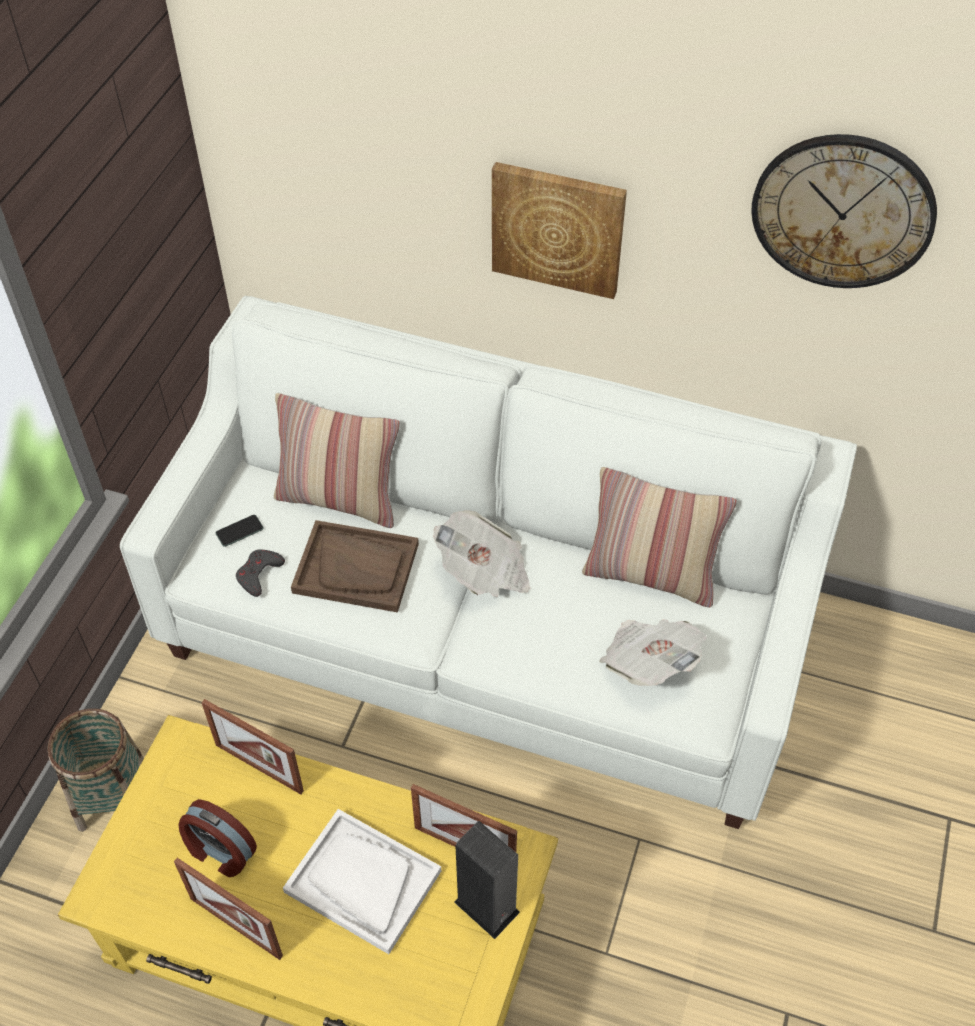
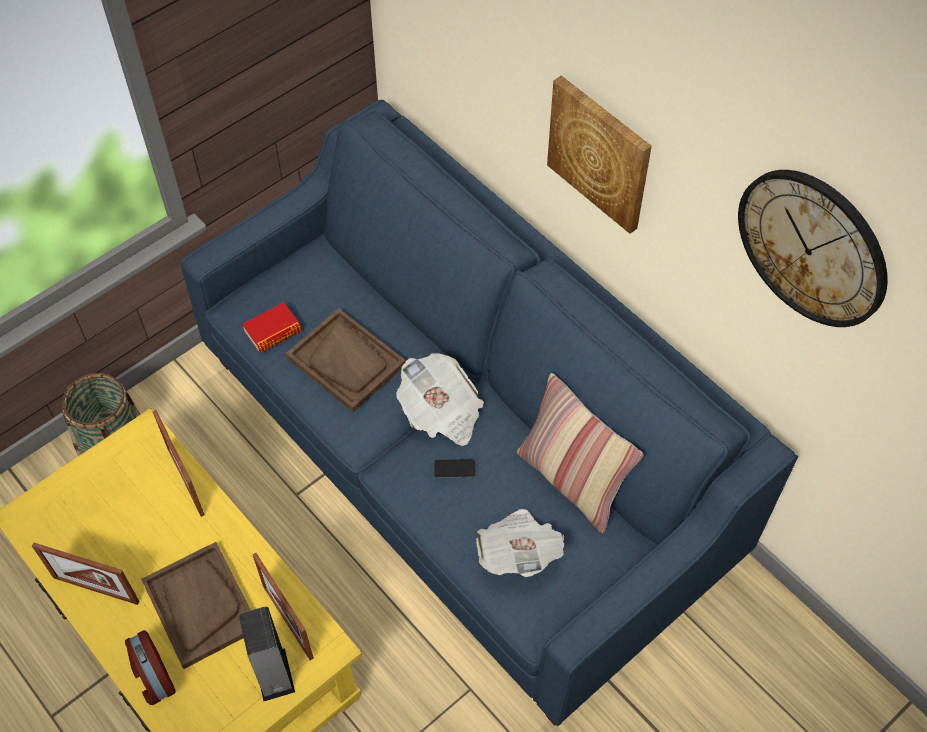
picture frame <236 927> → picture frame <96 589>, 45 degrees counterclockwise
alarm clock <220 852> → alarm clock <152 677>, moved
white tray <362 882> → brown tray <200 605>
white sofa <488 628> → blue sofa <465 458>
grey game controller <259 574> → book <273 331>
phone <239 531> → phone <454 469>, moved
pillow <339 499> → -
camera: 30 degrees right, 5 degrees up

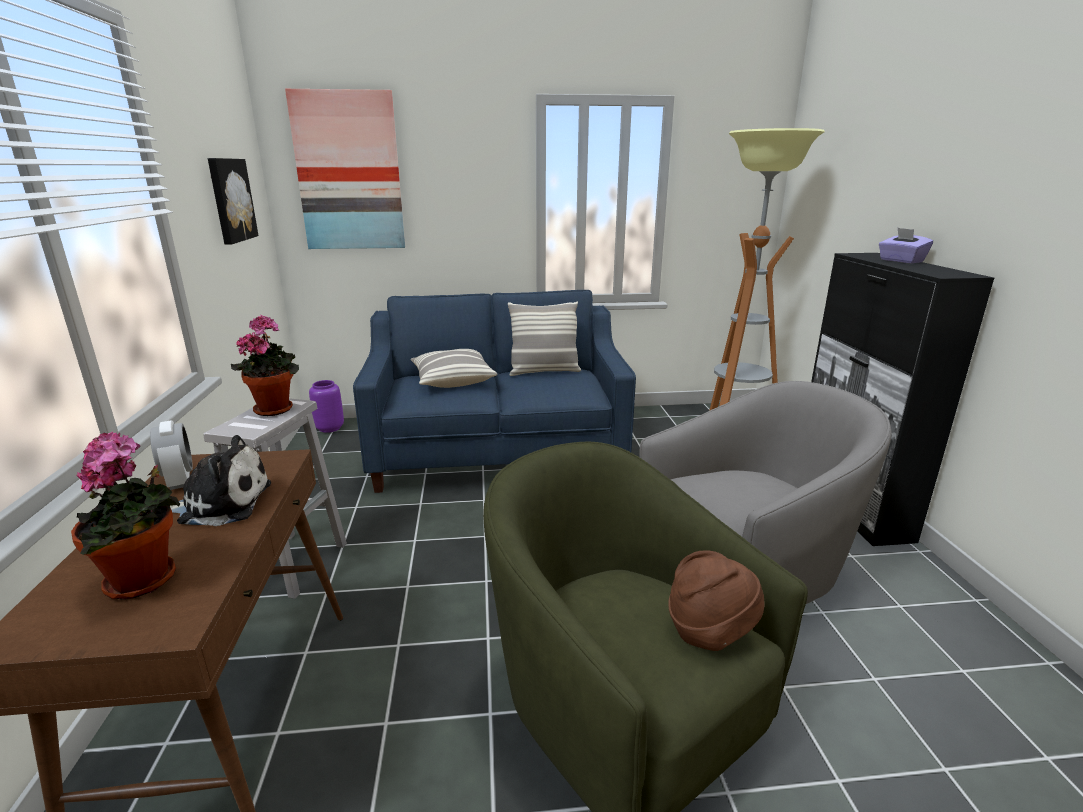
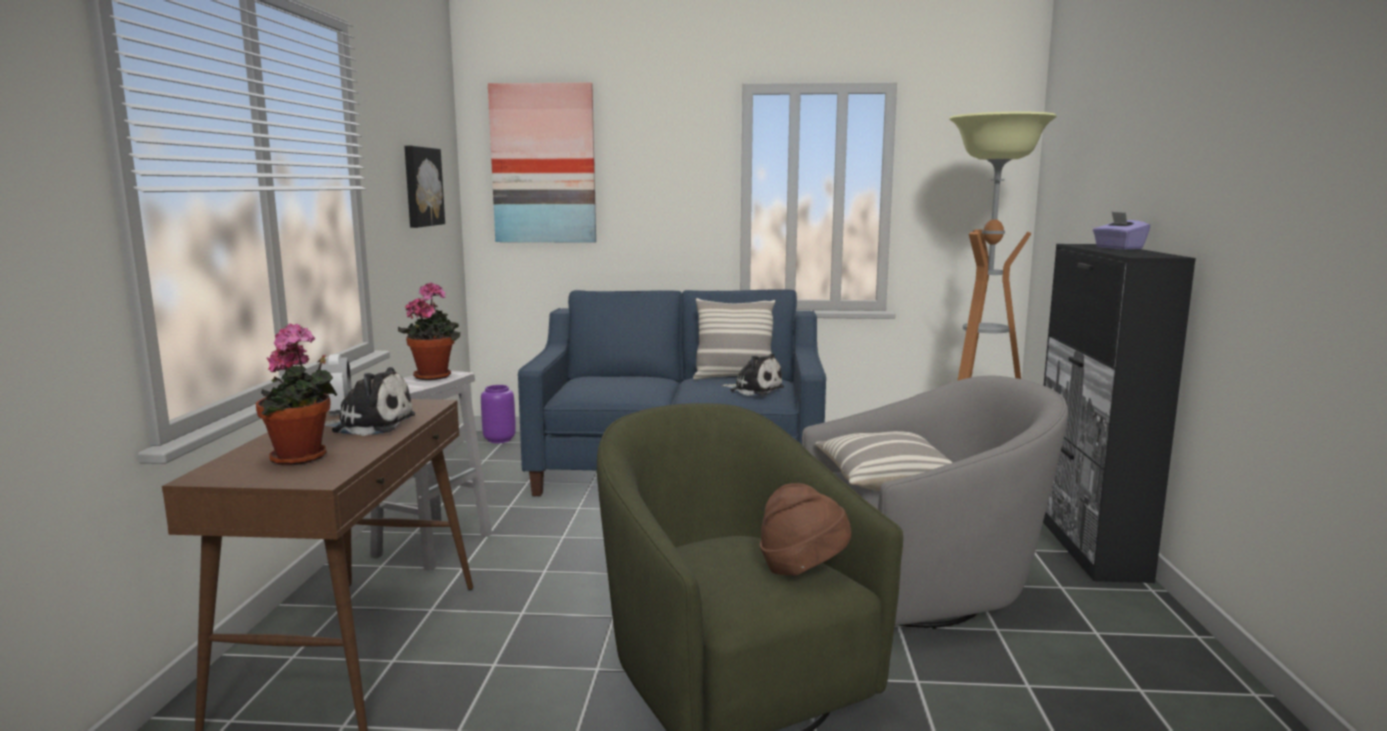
- → plush toy <754 390>
pillow <452 380> → pillow <885 480>, moved
camera: 10 degrees right, 10 degrees down

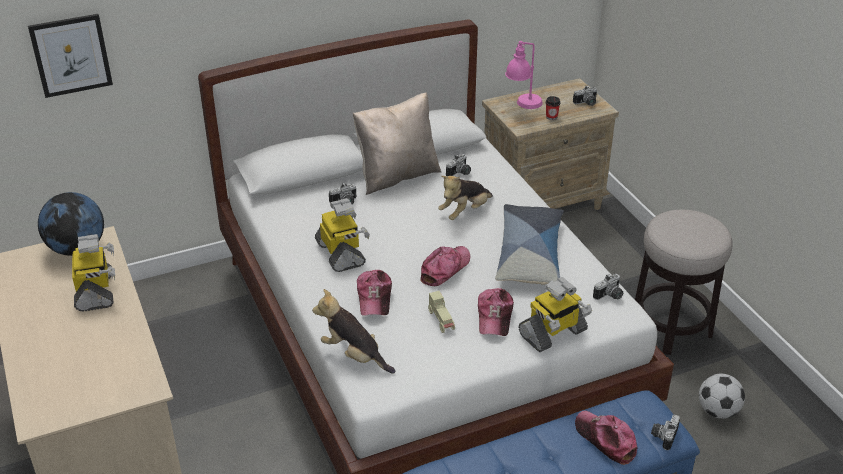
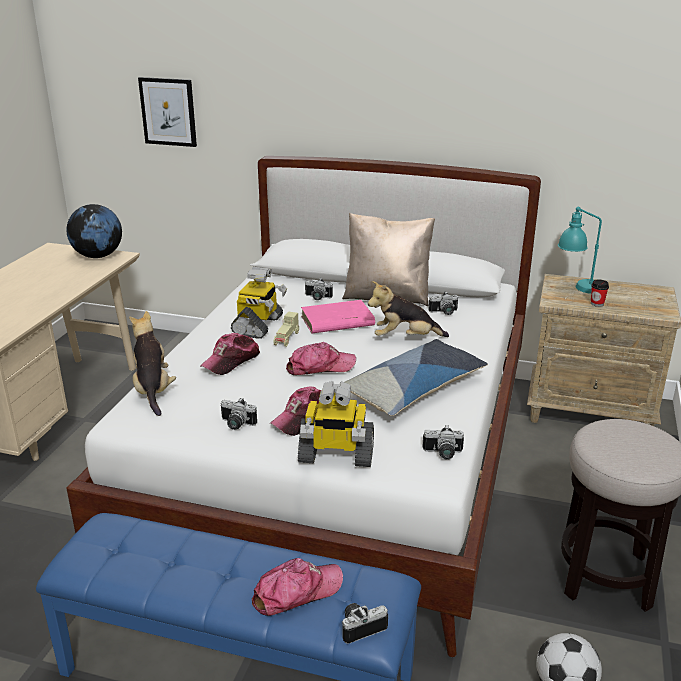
photo camera <586 103> → photo camera <236 424>, moved
cap <605 440> → cap <296 592>, 60 degrees clockwise
beige toy car <441 320> → beige toy car <287 339>, moved
- → pink book <336 321>
pink table lamp <523 107> → turquoise table lamp <578 289>
toy robot <96 292> → -
camera: 40 degrees right, 10 degrees down

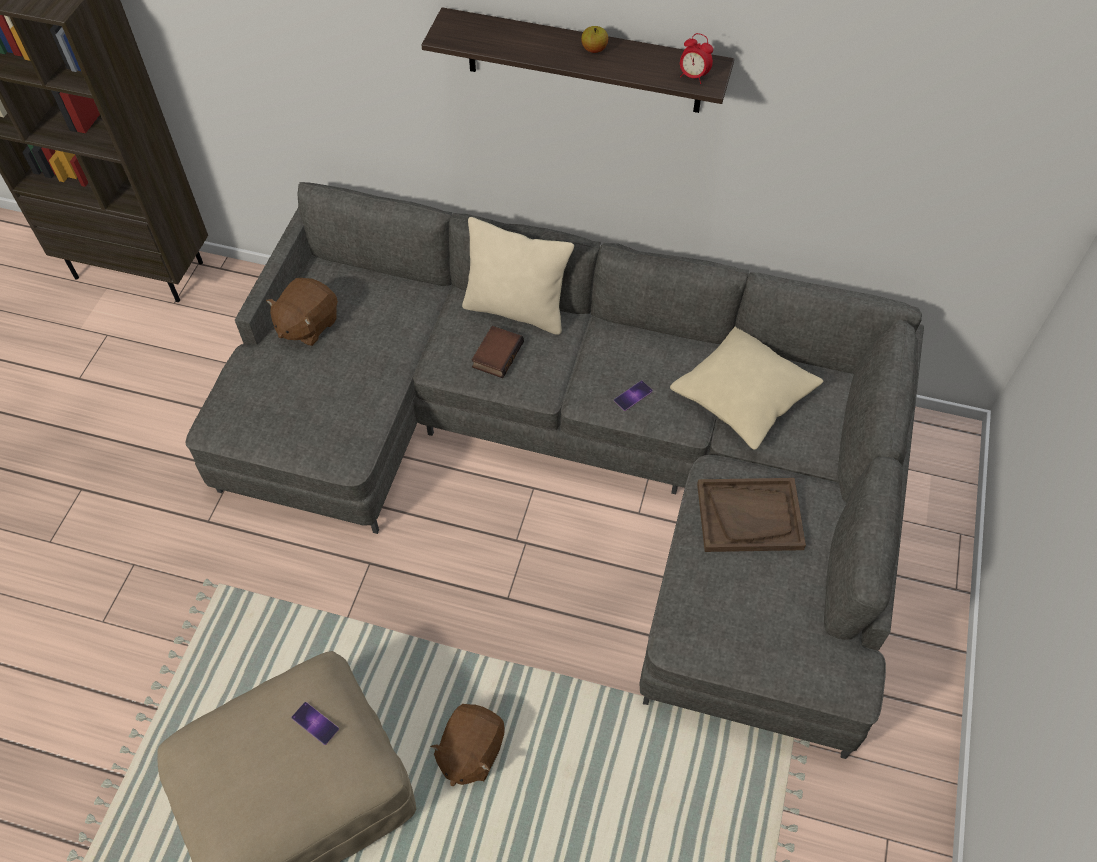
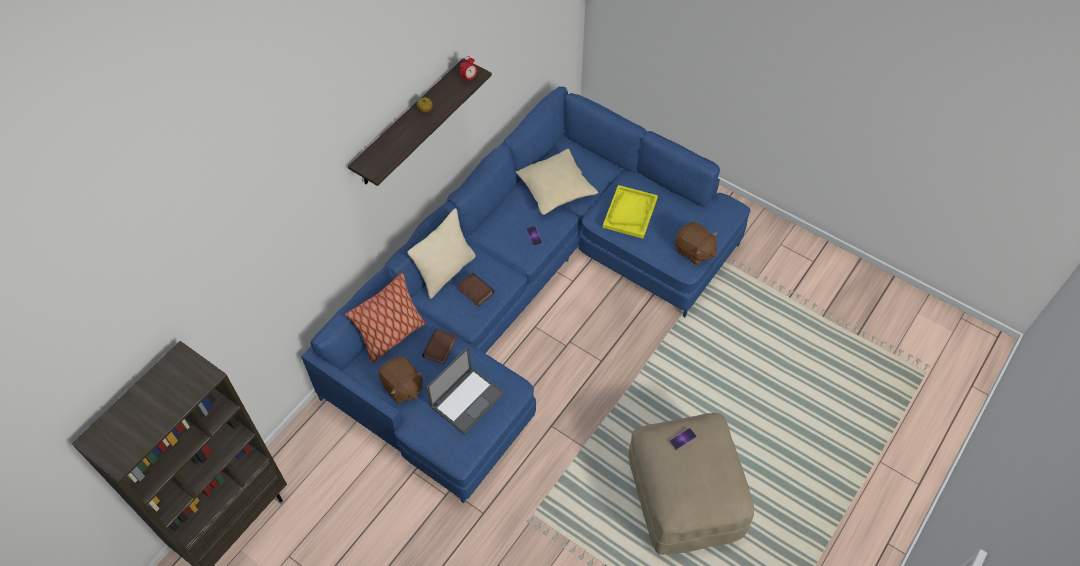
grey sofa <581 460> → blue sofa <526 297>
- → pillow <392 337>
- → book <440 349>
- → laptop <467 399>
brown tray <749 516> → yellow tray <630 212>
brown plush toy <470 751> → brown plush toy <694 251>, moved
camera: 70 degrees left, 0 degrees up

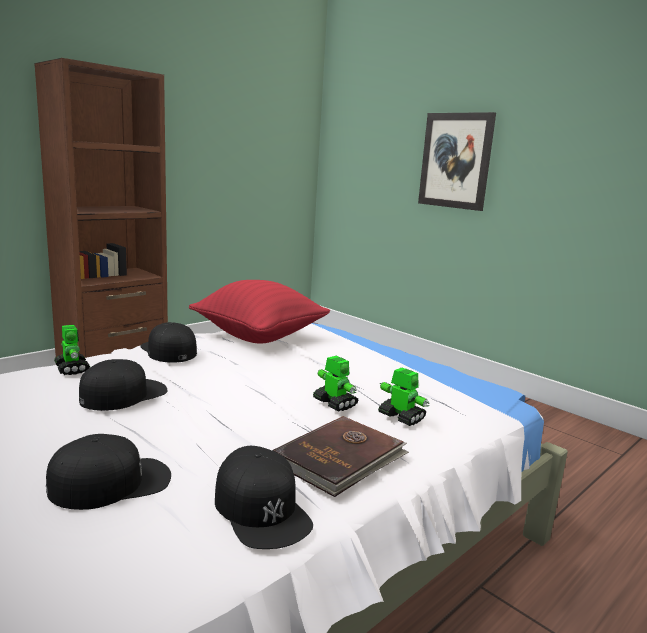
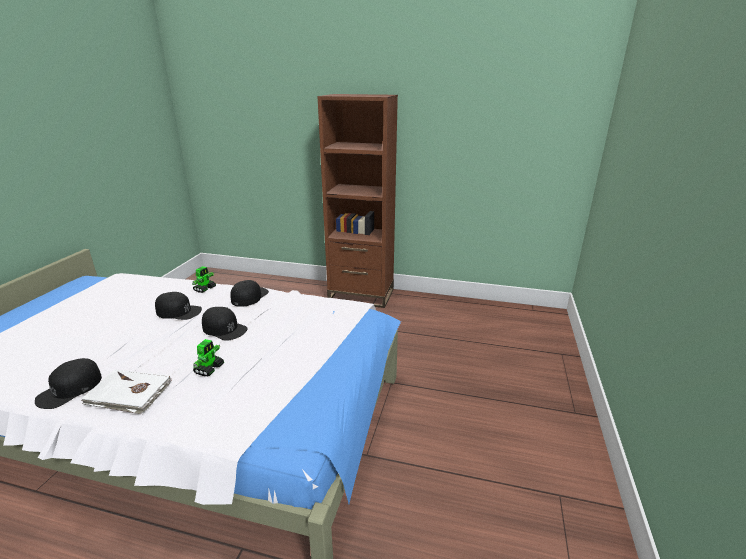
brown book <341 459> → white book <129 394>
black cap <111 482> → black cap <224 328>, moved
red pillow <259 336> → -
toy robot <401 417> → -
picture <455 161> → -
camera: 60 degrees right, 10 degrees up

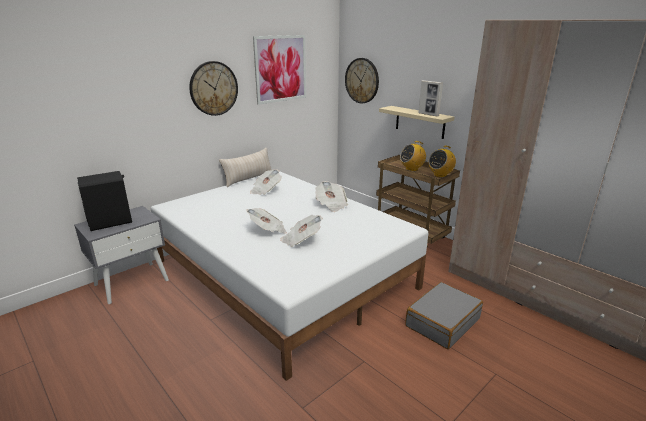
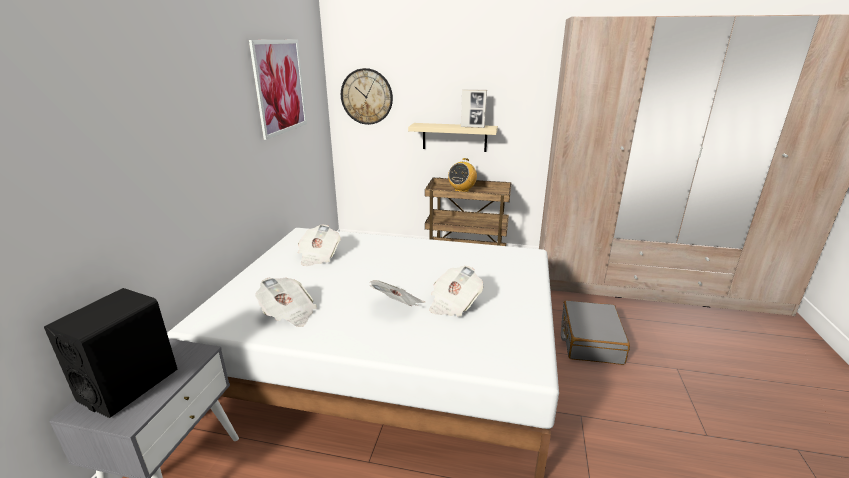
newspaper <331 205> → newspaper <289 314>, moved
wall clock <213 88> → -
beige pillow <248 178> → -
radio <440 175> → -
camera: 35 degrees left, 0 degrees up

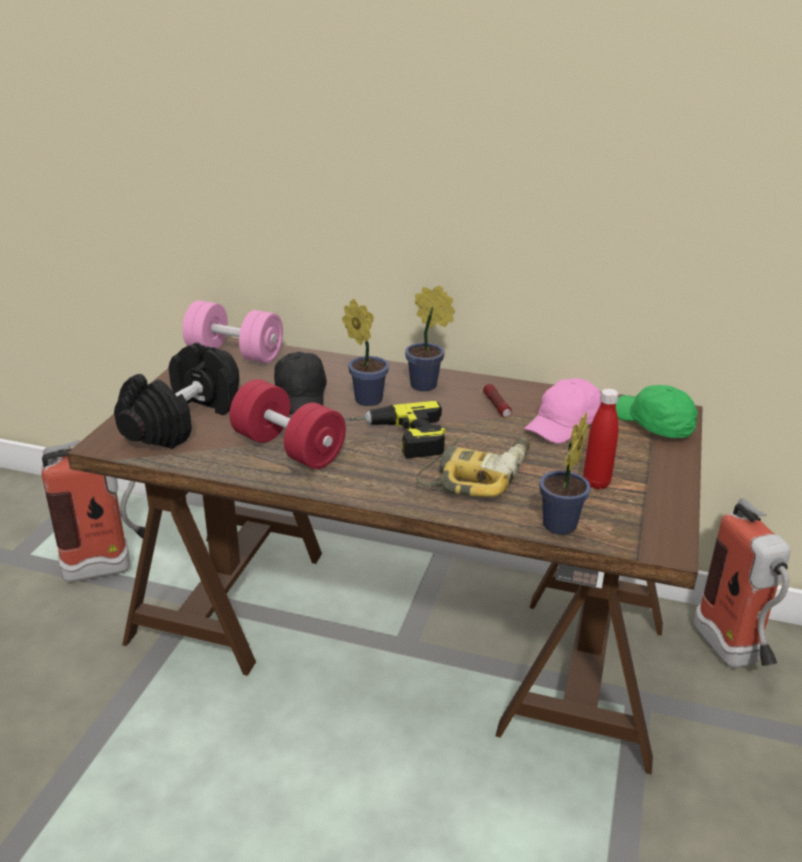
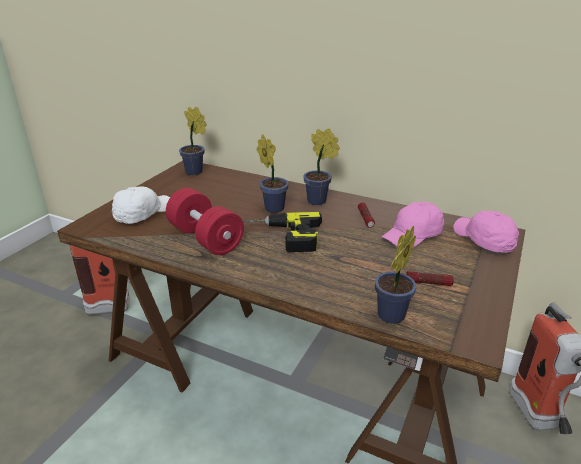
black dumbbell <182 420> → white cap <142 214>
pink dumbbell <235 354> → potted plant <196 172>
red bottle <596 483> → flashlight <428 283>
green cap <653 424> → pink cap <483 240>
black cap <301 398> → -
power drill <477 474> → -
camera: 10 degrees right, 0 degrees up

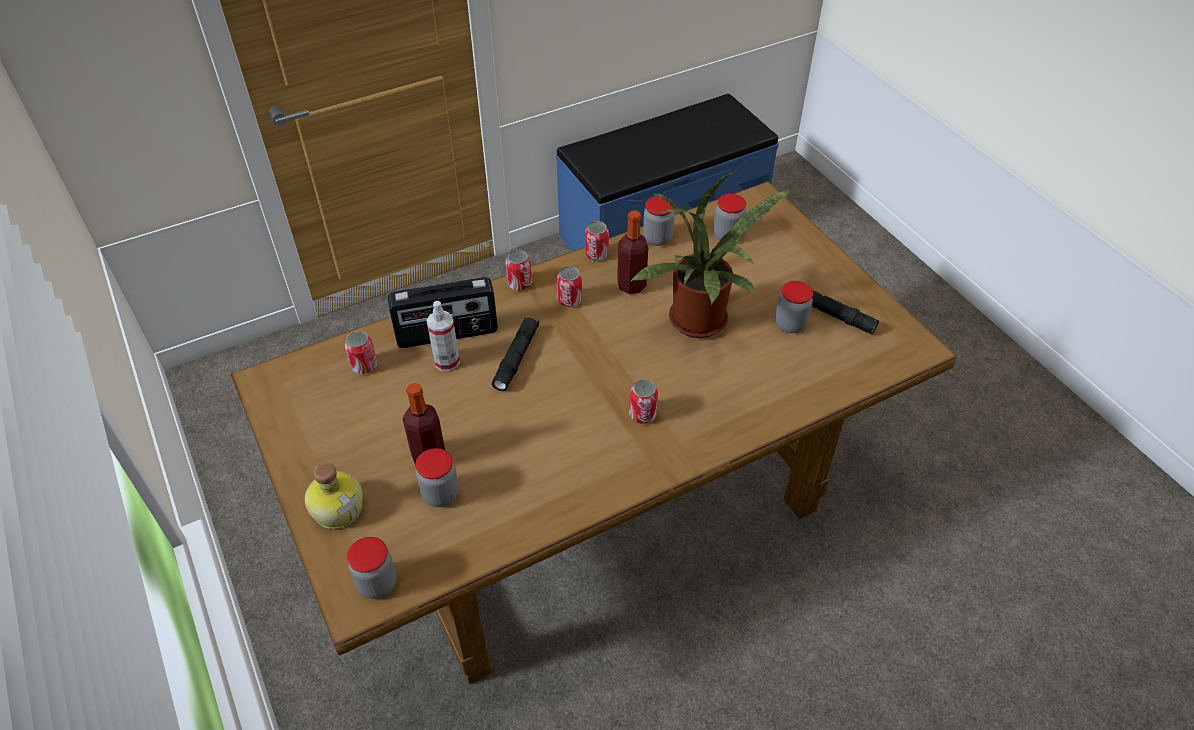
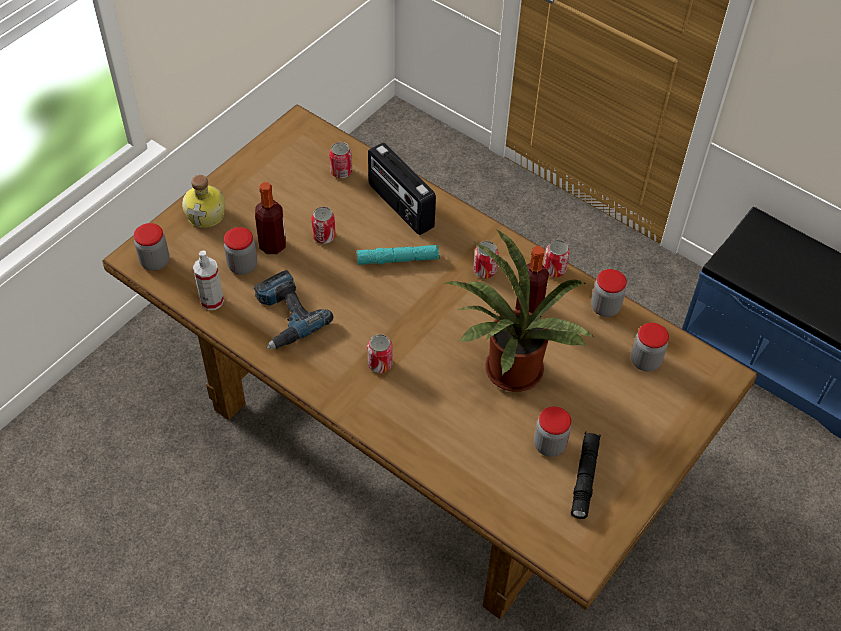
spray bottle <447 362> → spray bottle <212 301>, moved
- → power drill <284 316>
can <519 283> → can <324 236>, moved
black flashlight <516 358> → turquoise flashlight <398 259>
camera: 65 degrees right, 5 degrees up

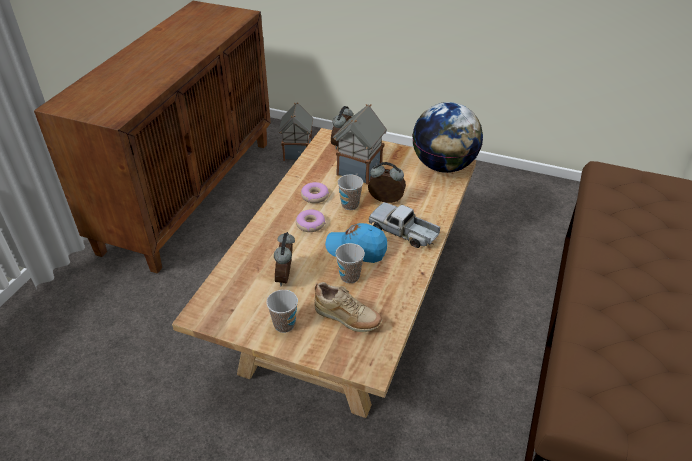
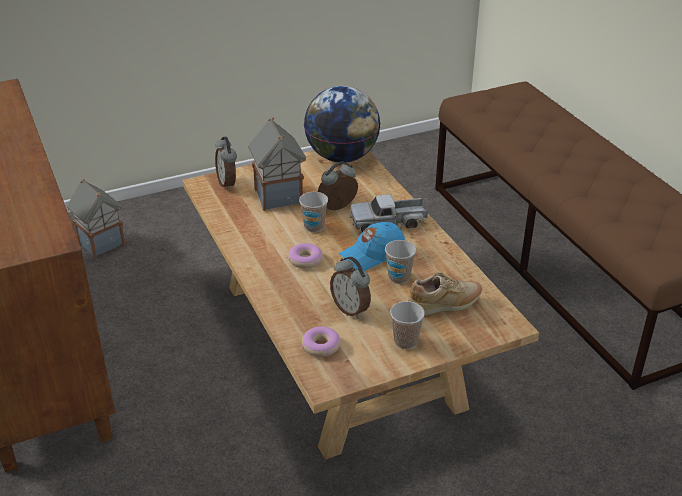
donut <315 196> → donut <321 346>, moved
camera: 45 degrees left, 5 degrees down

